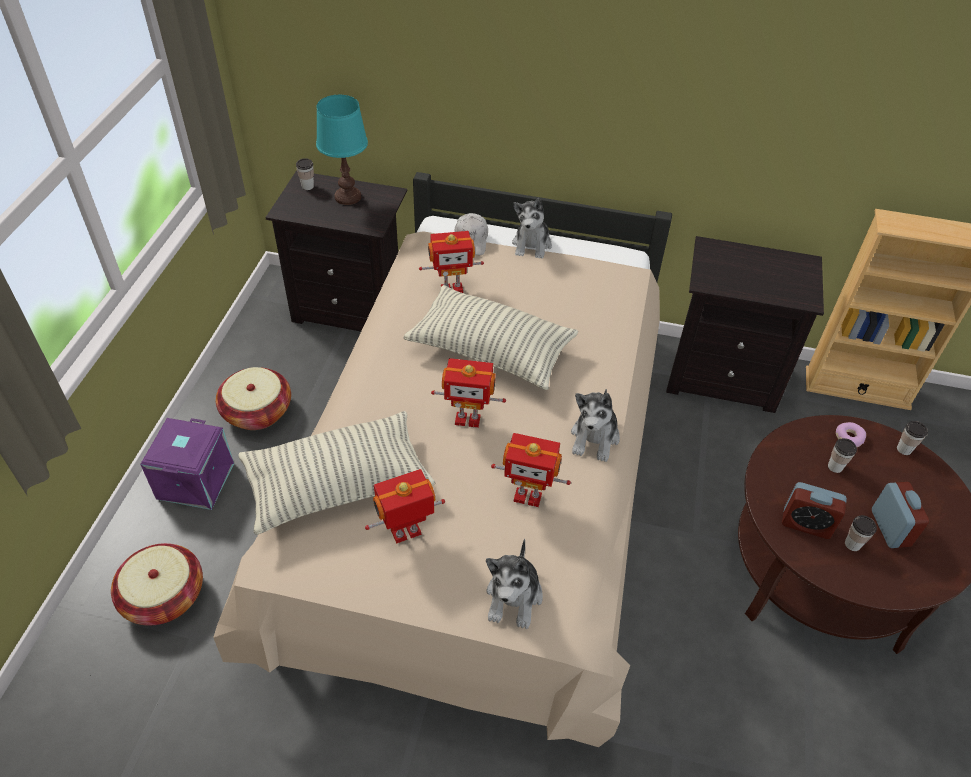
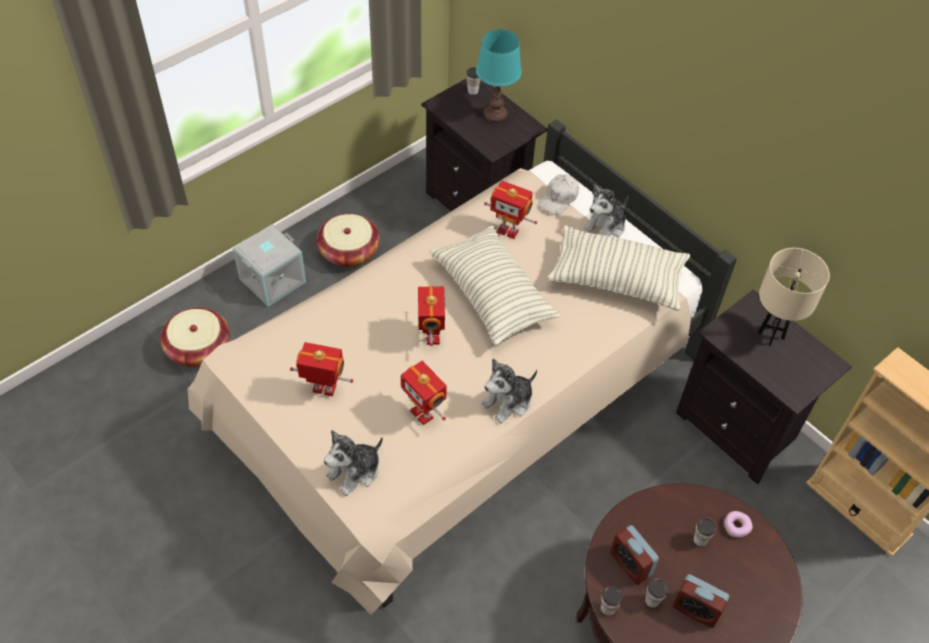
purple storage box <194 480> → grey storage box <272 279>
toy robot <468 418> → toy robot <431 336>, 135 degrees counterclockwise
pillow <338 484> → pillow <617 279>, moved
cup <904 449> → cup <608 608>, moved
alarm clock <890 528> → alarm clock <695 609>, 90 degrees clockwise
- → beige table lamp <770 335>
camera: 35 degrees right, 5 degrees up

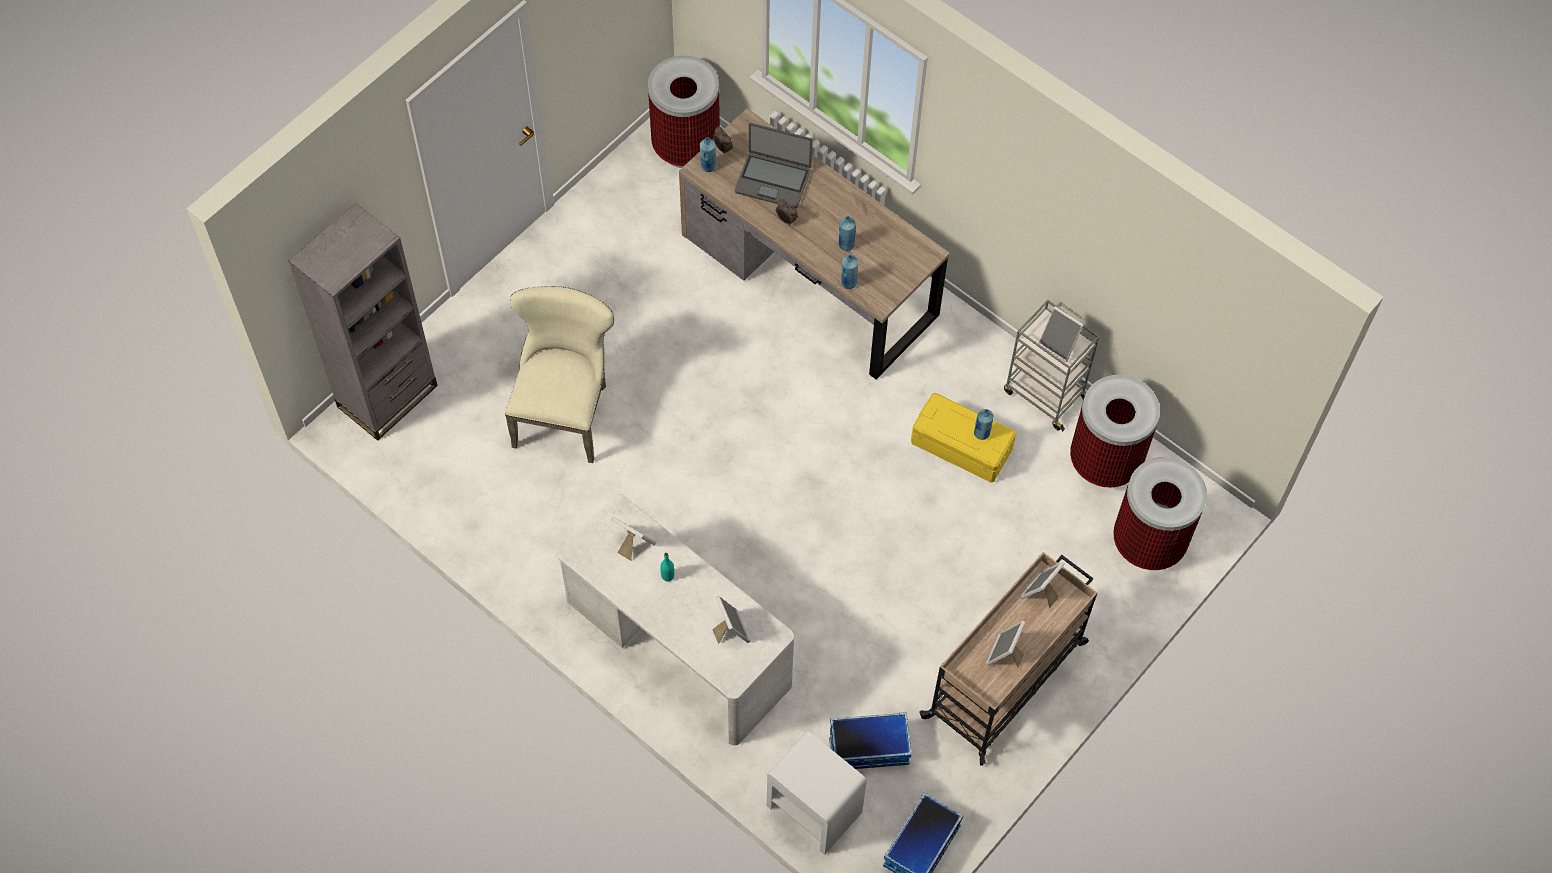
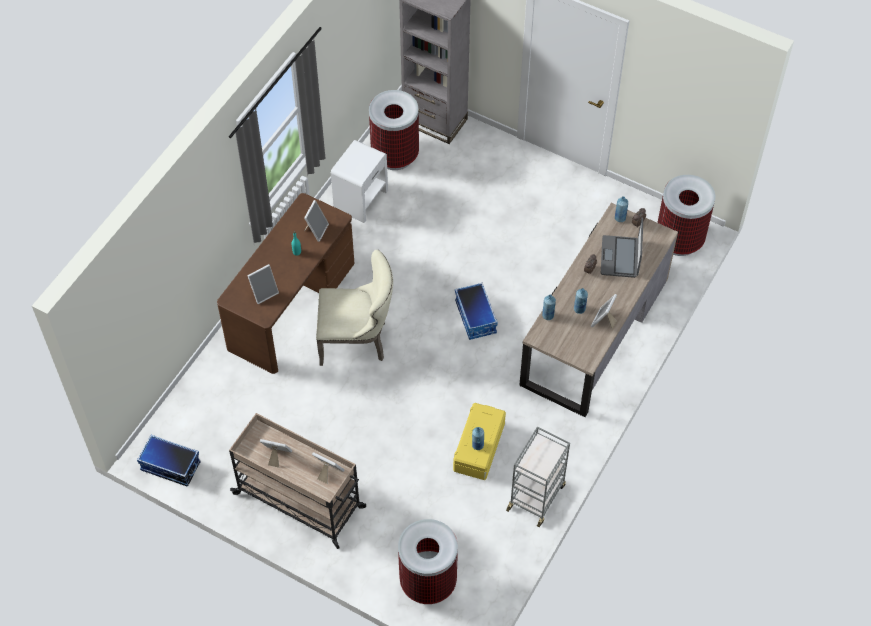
white desk <677 645> → brown desk <291 305>
beige chair <565 410> → beige chair <357 340>, moved
white nightstand <813 808> → white nightstand <361 199>, moved
trash can <1104 461> → trash can <395 155>, moved
storage box <869 747> → storage box <476 317>, moved
picture frame <1059 345> → picture frame <603 321>, moved
camera: 80 degrees right, 5 degrees down

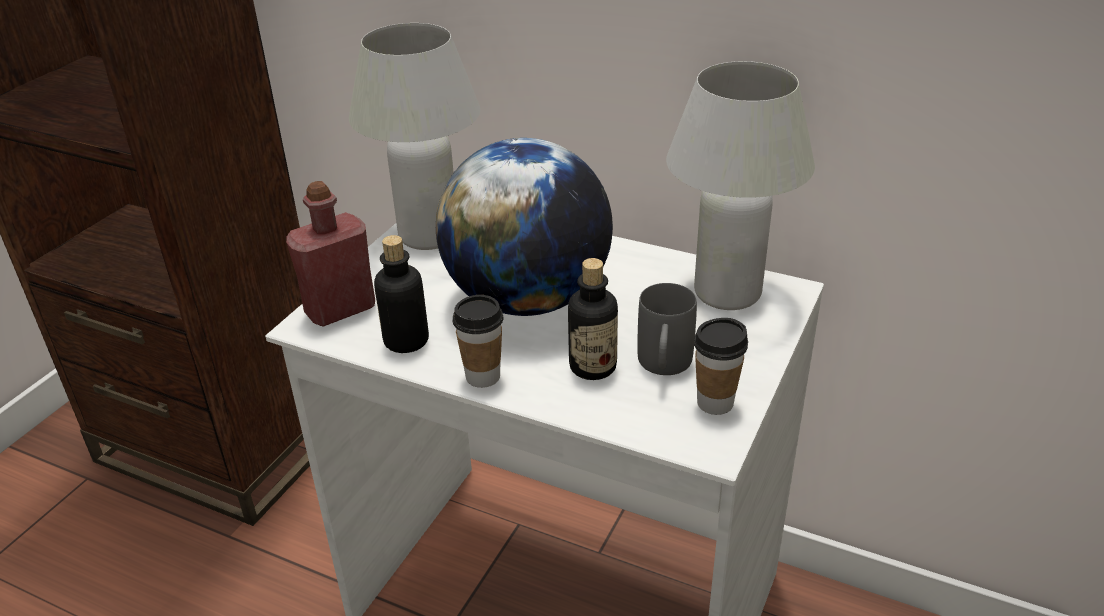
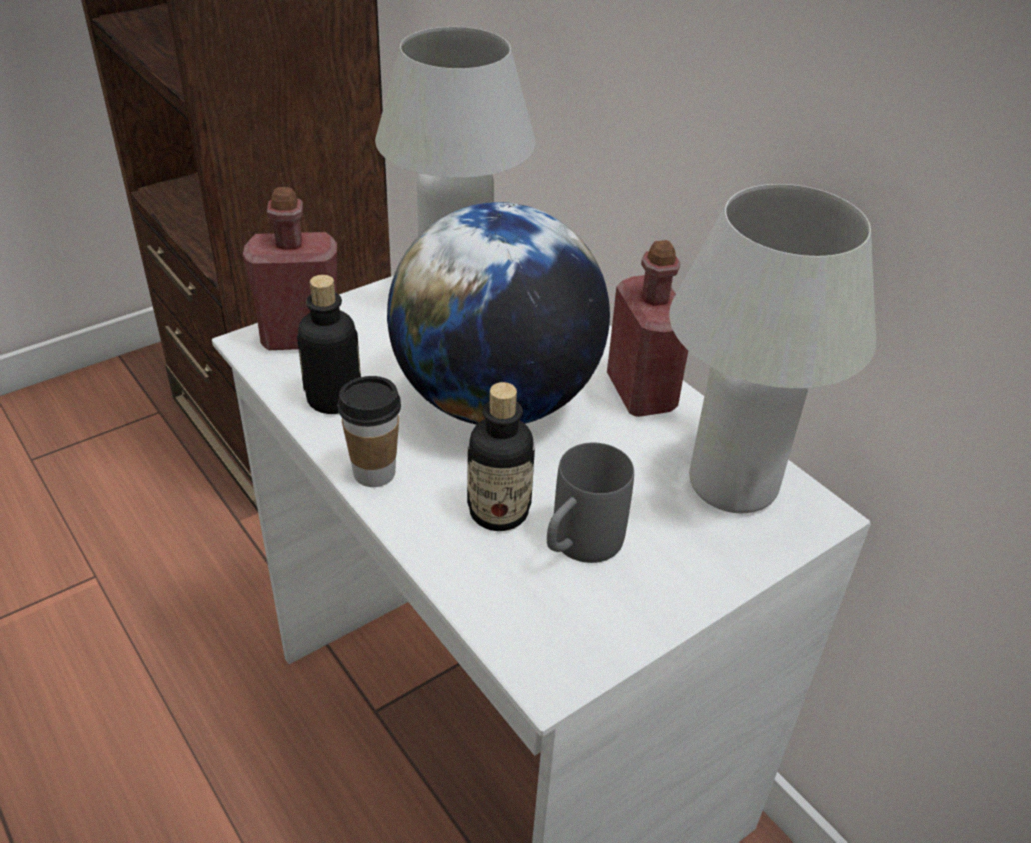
- → red bottle <641 393>
cup <715 403> → -
camera: 25 degrees right, 5 degrees up

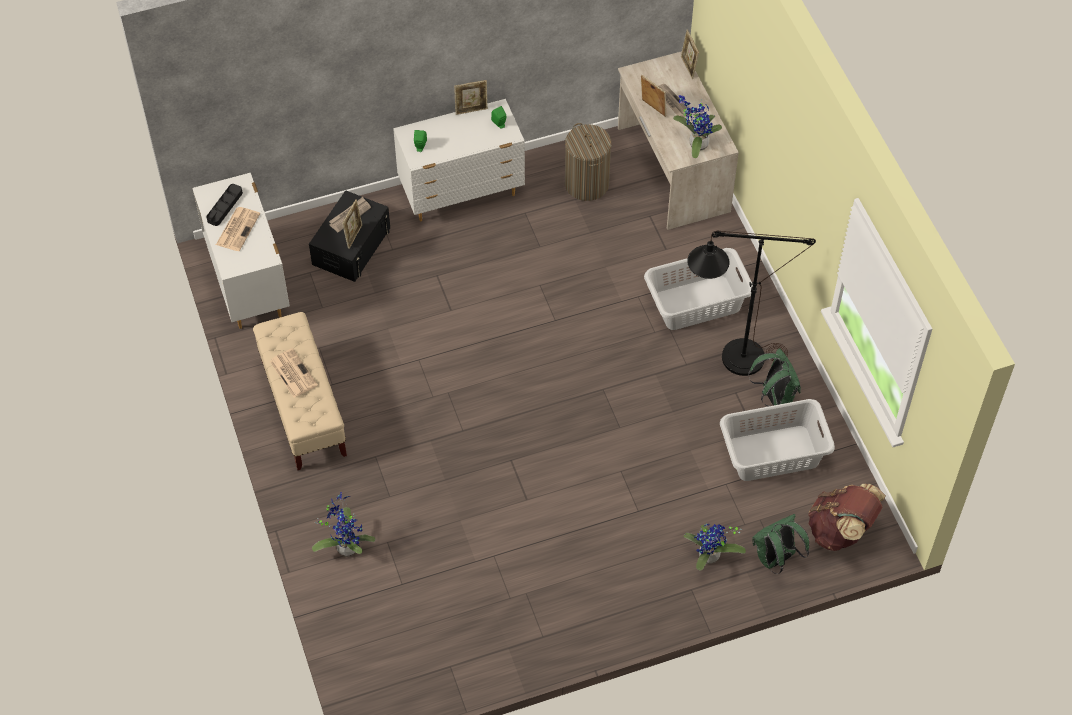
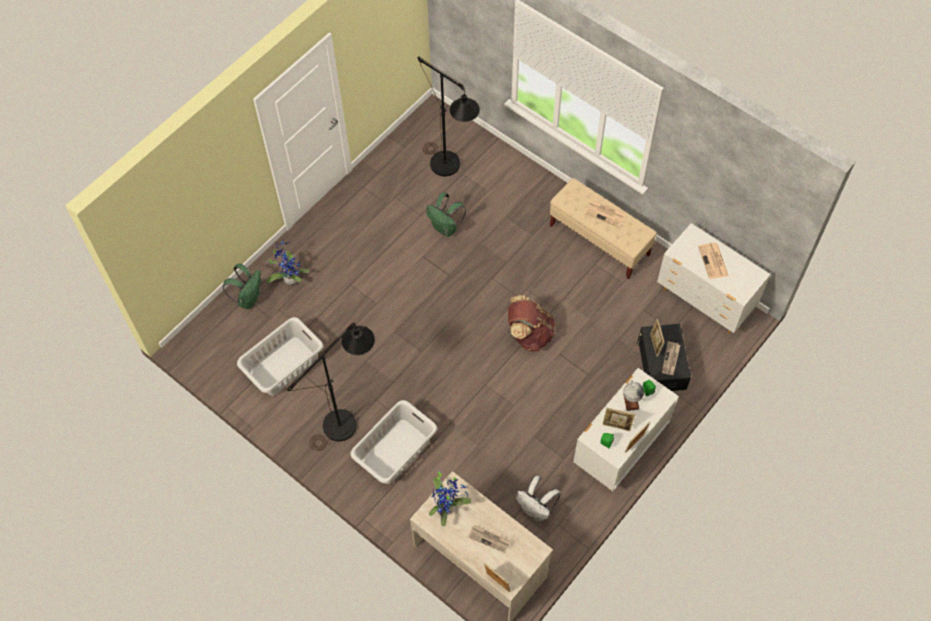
- → black floor lamp <450 170>
green backpack <774 396> → green backpack <446 228>, moved
brown backpack <840 531> → brown backpack <529 334>, moved
laundry basket <586 184> → white backpack <536 510>
picture frame <652 108> → picture frame <616 426>, moved
- → globe <631 401>
black tray <225 206> → -
potted plant <346 546> → -
camera: 150 degrees right, 5 degrees up

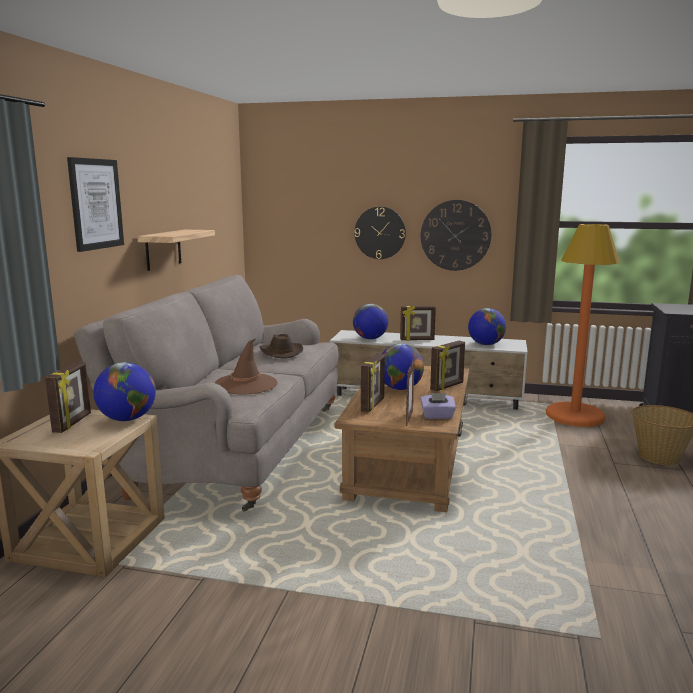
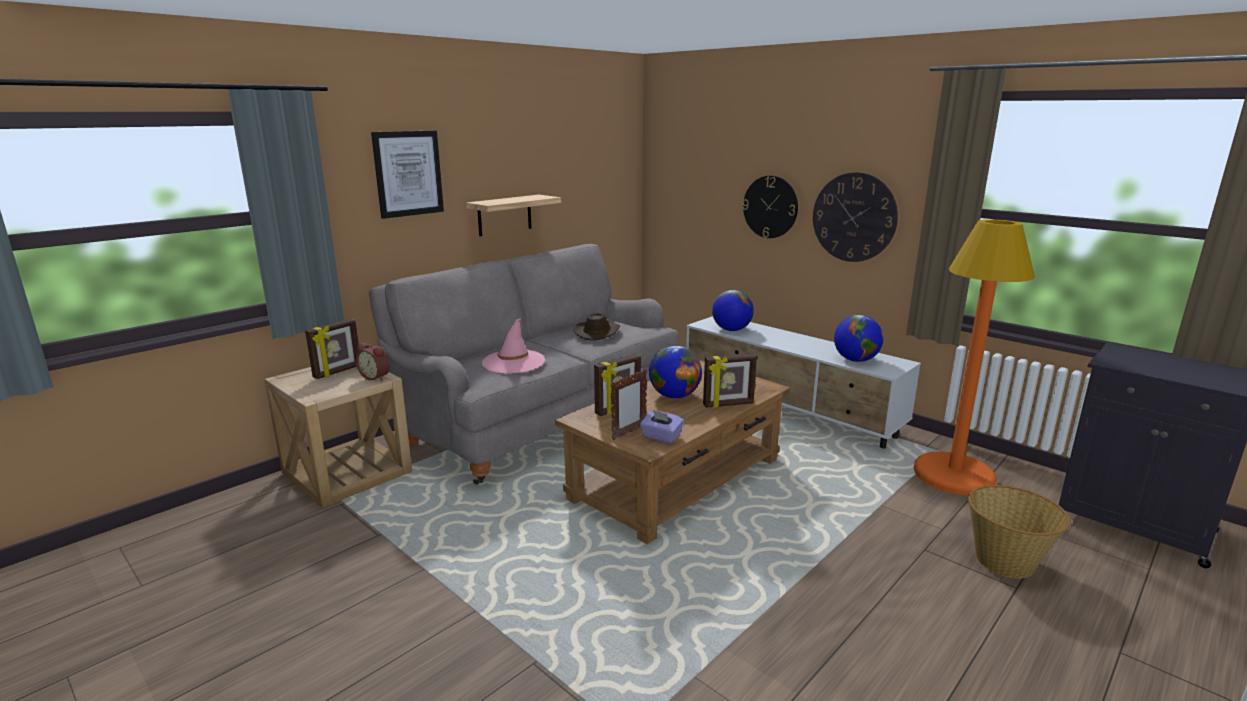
globe <127 419> → alarm clock <376 377>
brown hat <246 384> → pink hat <513 362>
picture frame <417 340> → -
camera: 30 degrees right, 5 degrees up

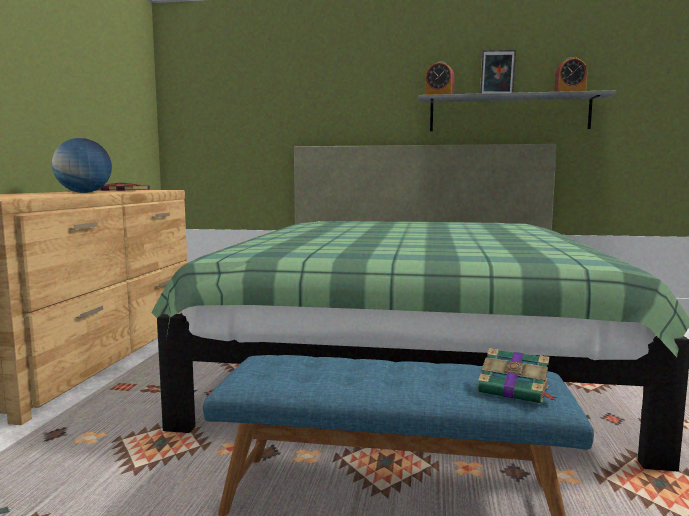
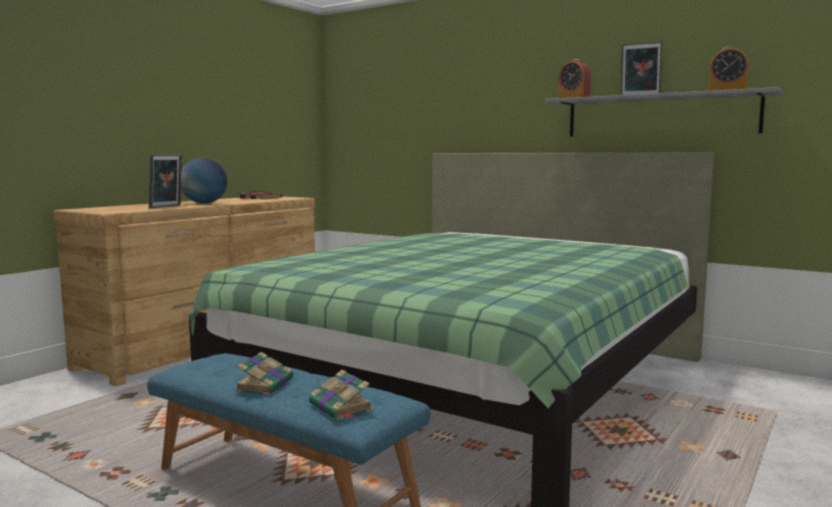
- → picture frame <167 206>
- → book <265 384>
camera: 25 degrees right, 0 degrees up

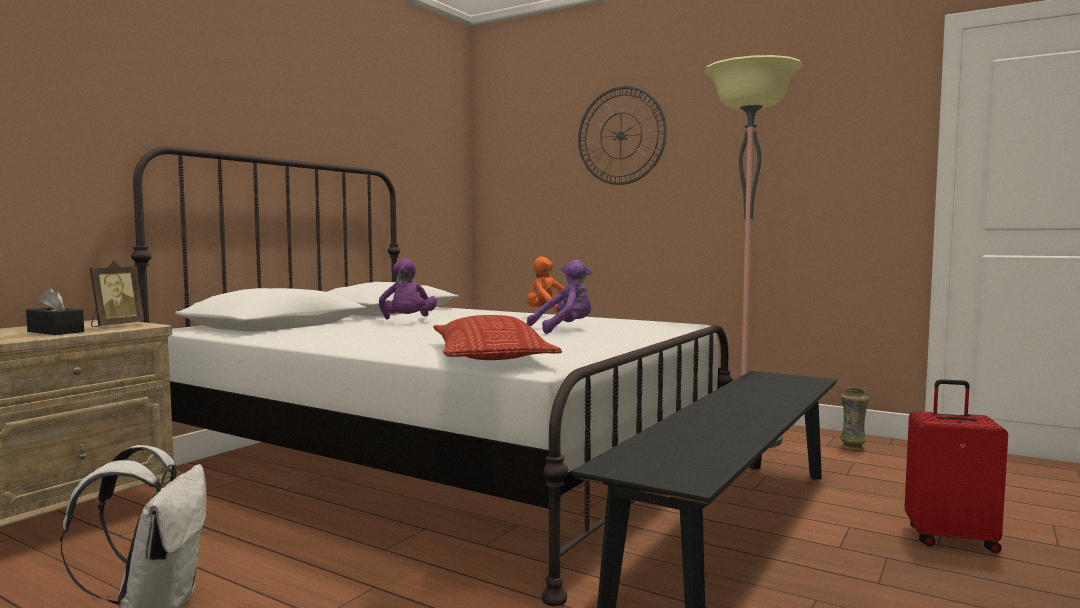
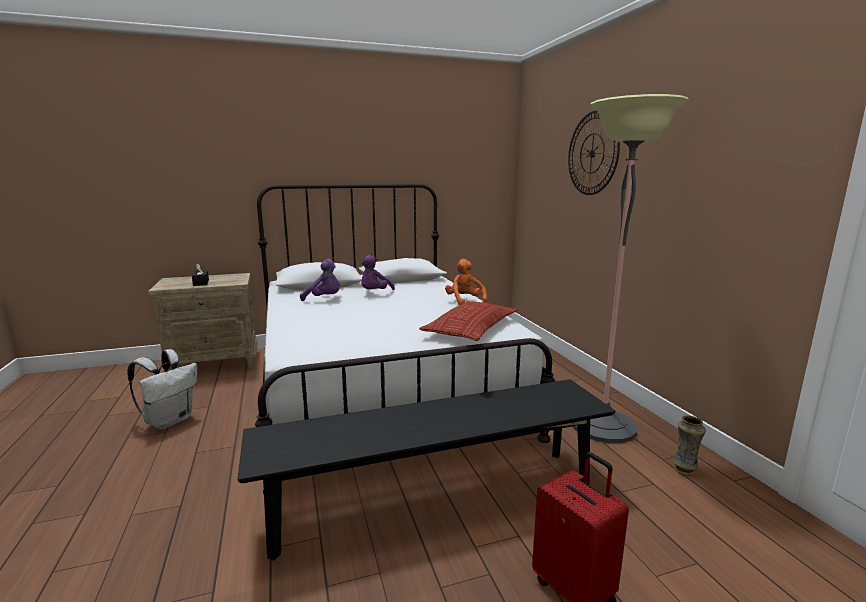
purple plush toy <564 329> → purple plush toy <324 299>, moved
pillow <490 354> → pillow <471 328>, moved
picture frame <115 326> → -
camera: 40 degrees right, 10 degrees up

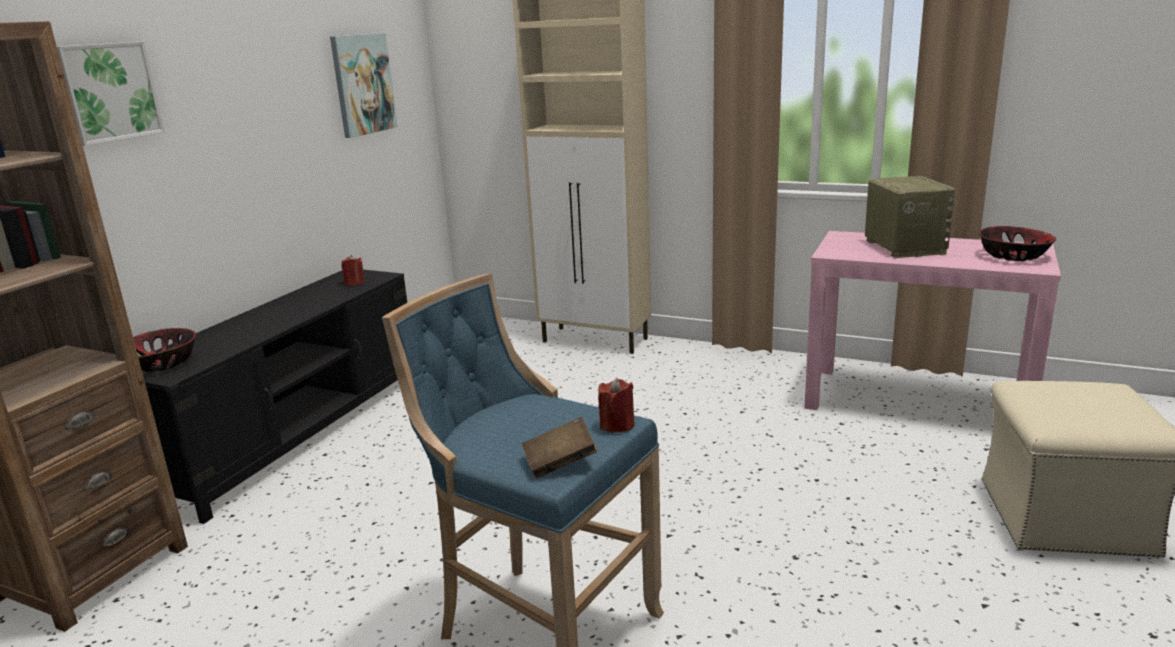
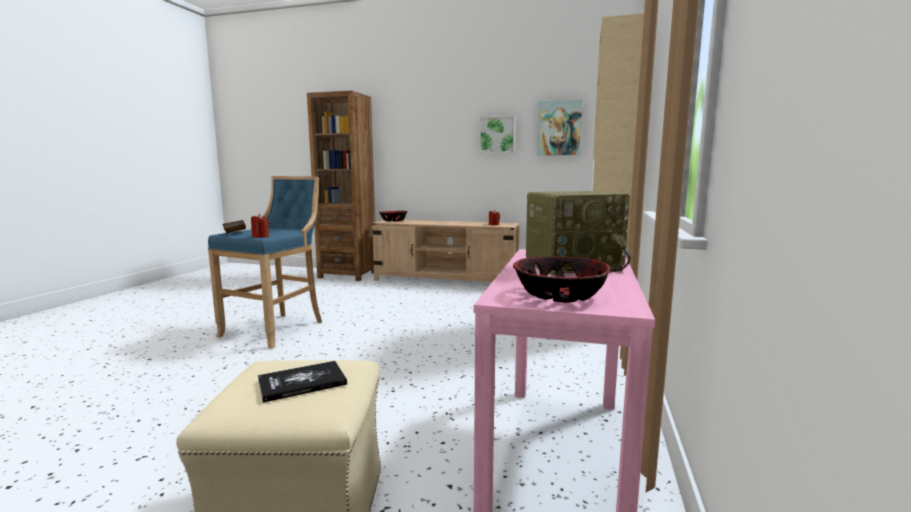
- → book <302 382>
black tv stand <298 433> → beige tv stand <446 281>
picture <107 92> → picture <497 135>, moved
camera: 80 degrees right, 10 degrees down

